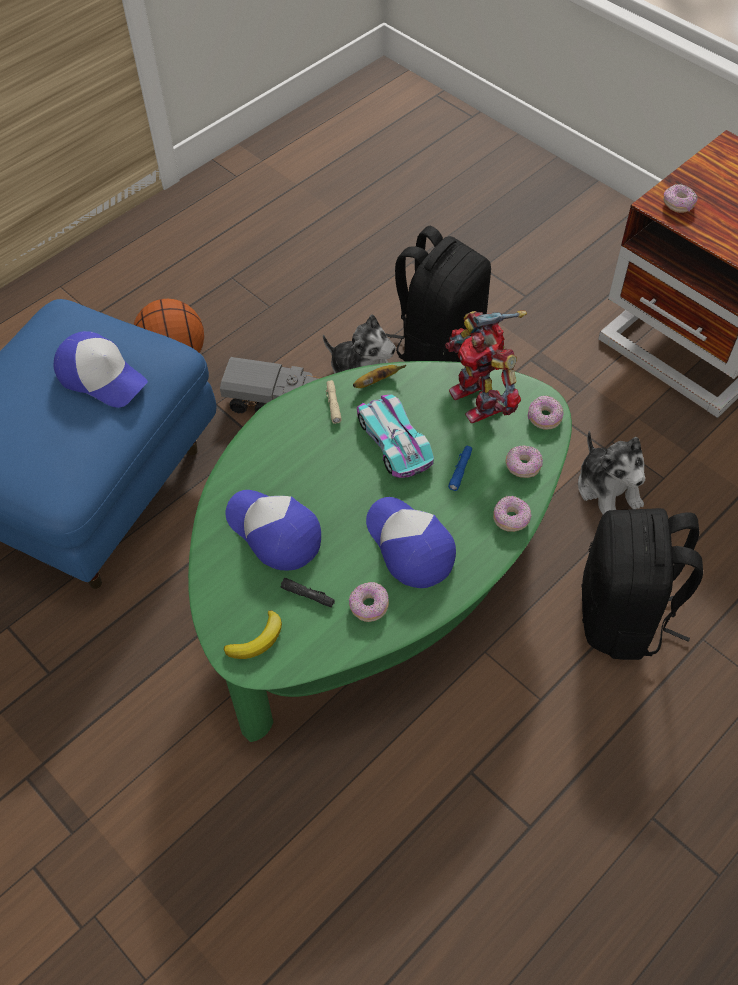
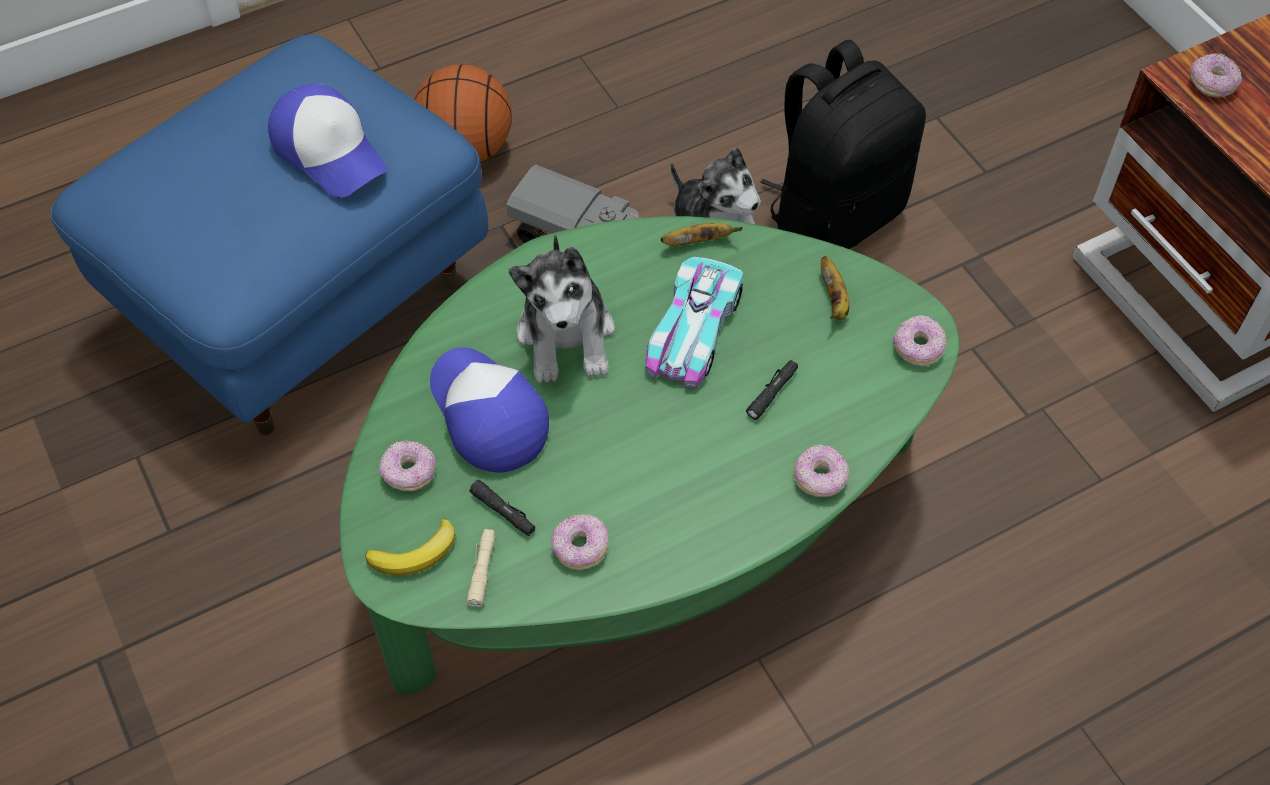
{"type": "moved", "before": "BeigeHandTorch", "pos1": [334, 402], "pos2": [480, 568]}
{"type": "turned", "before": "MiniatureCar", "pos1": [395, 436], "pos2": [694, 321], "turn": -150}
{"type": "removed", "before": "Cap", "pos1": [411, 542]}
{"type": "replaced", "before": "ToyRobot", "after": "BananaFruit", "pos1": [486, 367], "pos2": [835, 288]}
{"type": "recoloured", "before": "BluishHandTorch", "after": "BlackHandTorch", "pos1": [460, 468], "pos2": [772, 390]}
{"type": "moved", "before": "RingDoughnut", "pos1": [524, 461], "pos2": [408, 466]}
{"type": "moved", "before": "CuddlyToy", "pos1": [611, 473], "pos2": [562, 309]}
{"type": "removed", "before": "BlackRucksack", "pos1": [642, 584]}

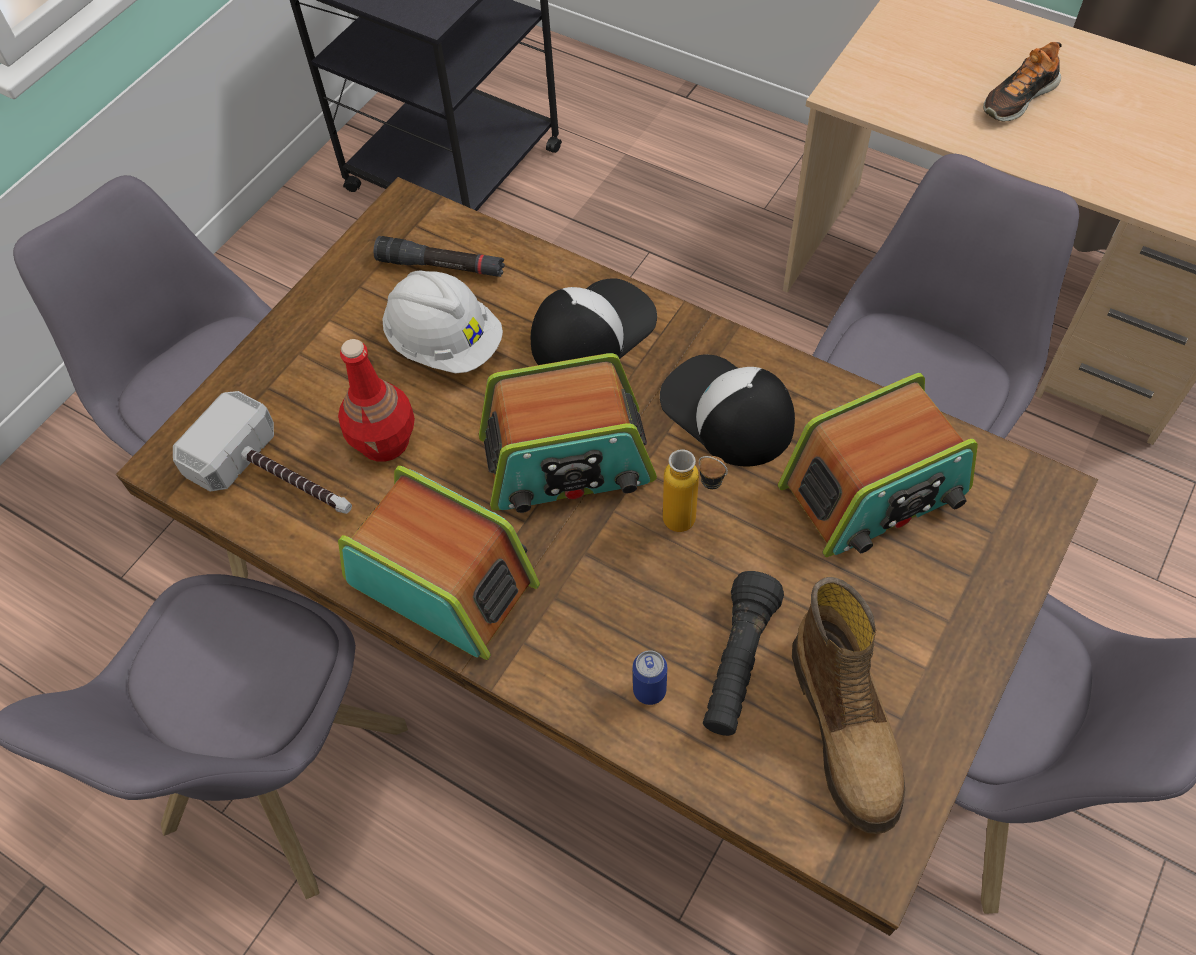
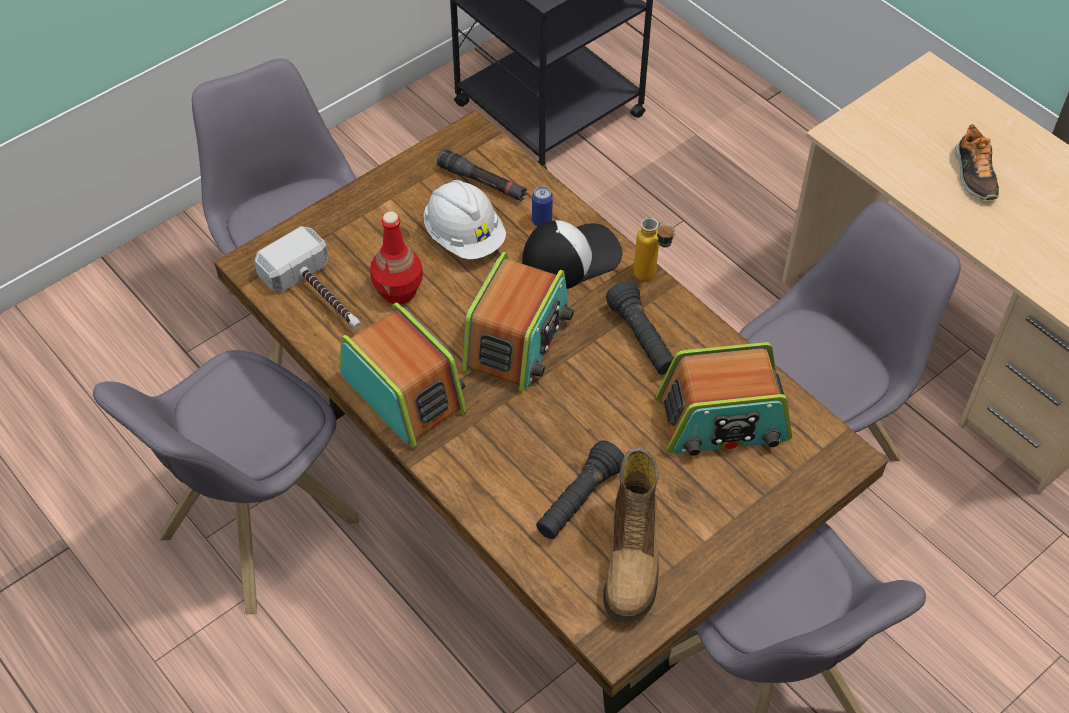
{"type": "turned", "before": "RadioReceiver", "pos1": [568, 433], "pos2": [518, 322], "turn": -75}
{"type": "moved", "before": "SealedCan", "pos1": [649, 677], "pos2": [542, 206]}
{"type": "replaced", "before": "Cap", "after": "BlackHandTorch", "pos1": [727, 410], "pos2": [640, 328]}
{"type": "moved", "before": "BeverageBottle", "pos1": [695, 490], "pos2": [654, 249]}
{"type": "turned", "before": "ItemOfFootwear", "pos1": [1022, 82], "pos2": [977, 162], "turn": -75}

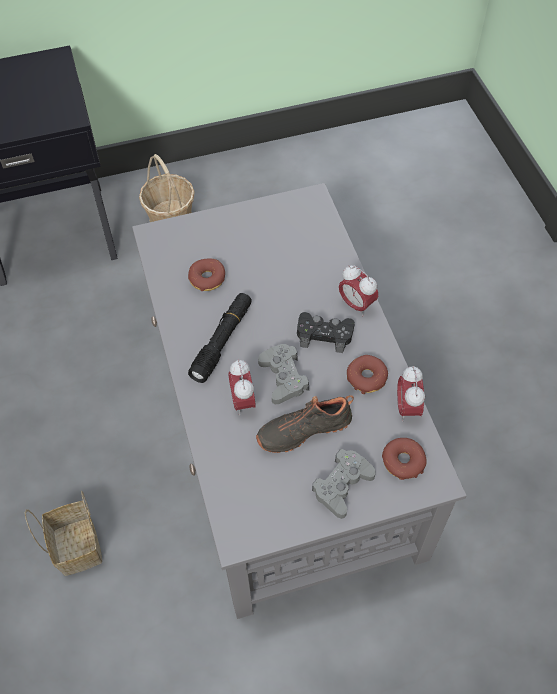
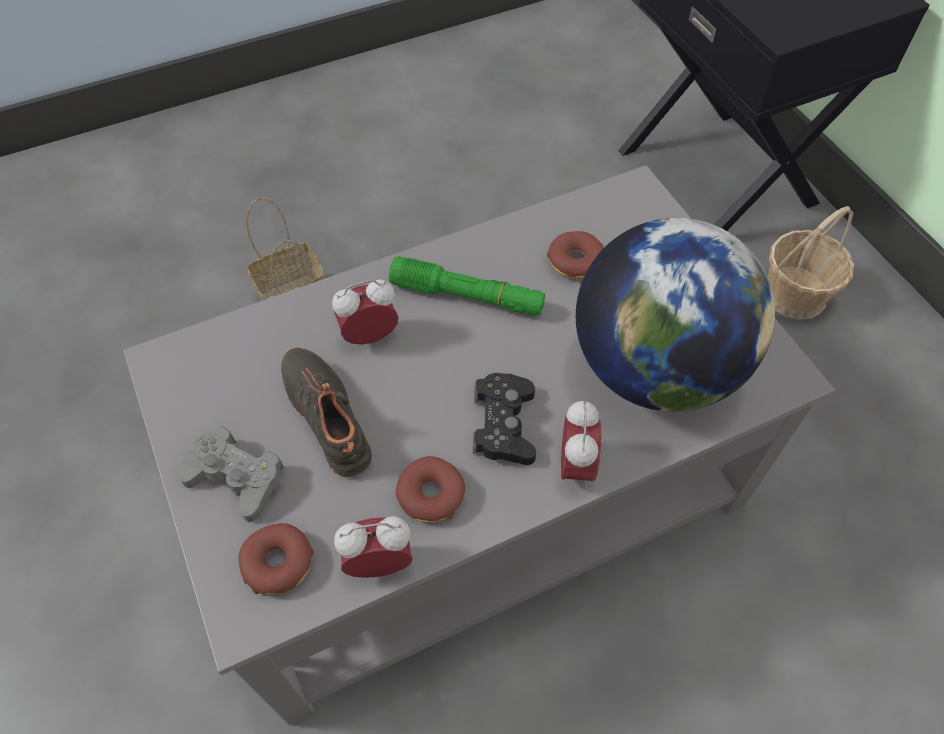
{"type": "recoloured", "before": "BlackHandTorch", "after": "GreenHandTorch", "pos1": [220, 338], "pos2": [467, 286]}
{"type": "removed", "before": "GrayGameController", "pos1": [283, 374]}
{"type": "turned", "before": "BedsideClock", "pos1": [358, 290], "pos2": [581, 444], "turn": 150}
{"type": "added", "after": "Globe", "pos2": [675, 315]}

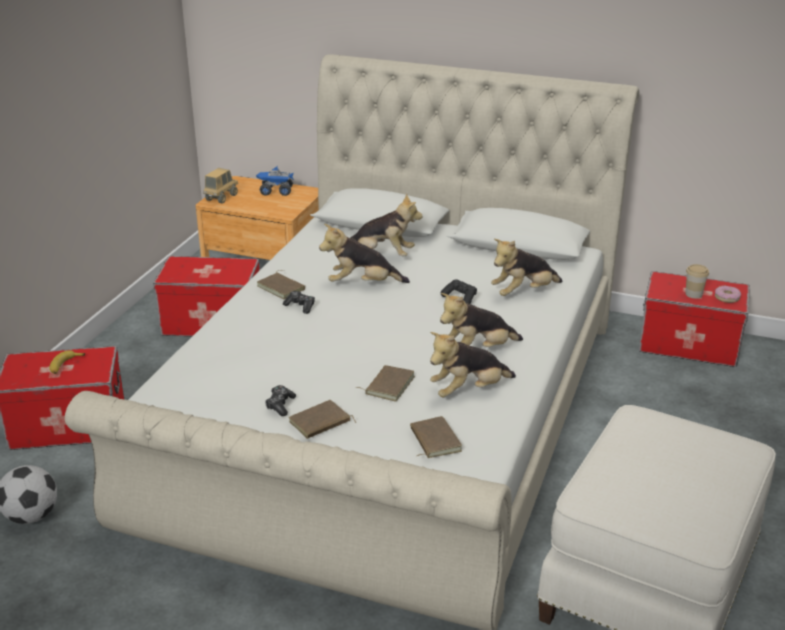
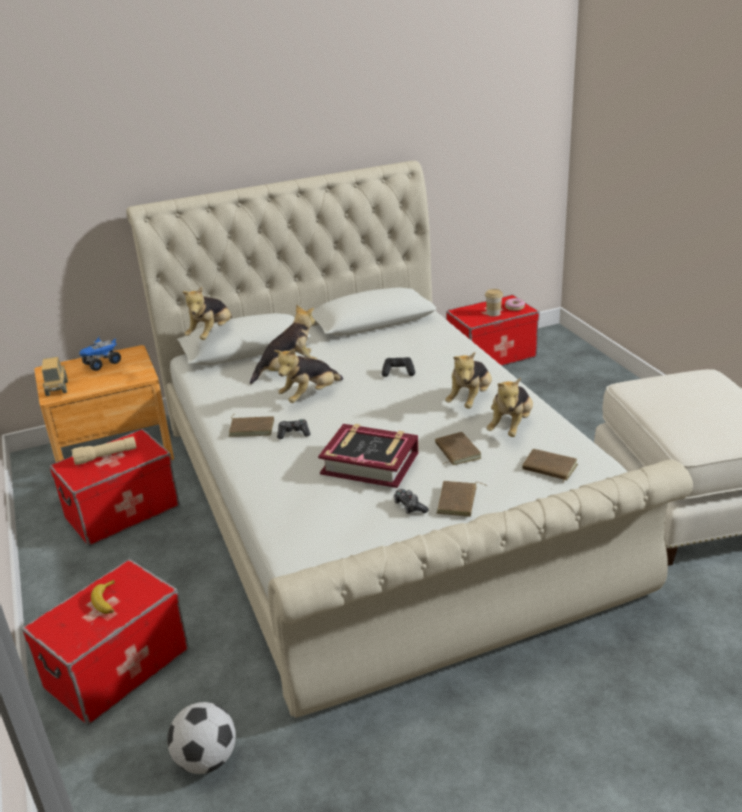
{"type": "moved", "before": "CuddlyToy", "pos1": [527, 267], "pos2": [207, 313]}
{"type": "added", "after": "BeigeHandTorch", "pos2": [103, 451]}
{"type": "added", "after": "Book", "pos2": [368, 456]}

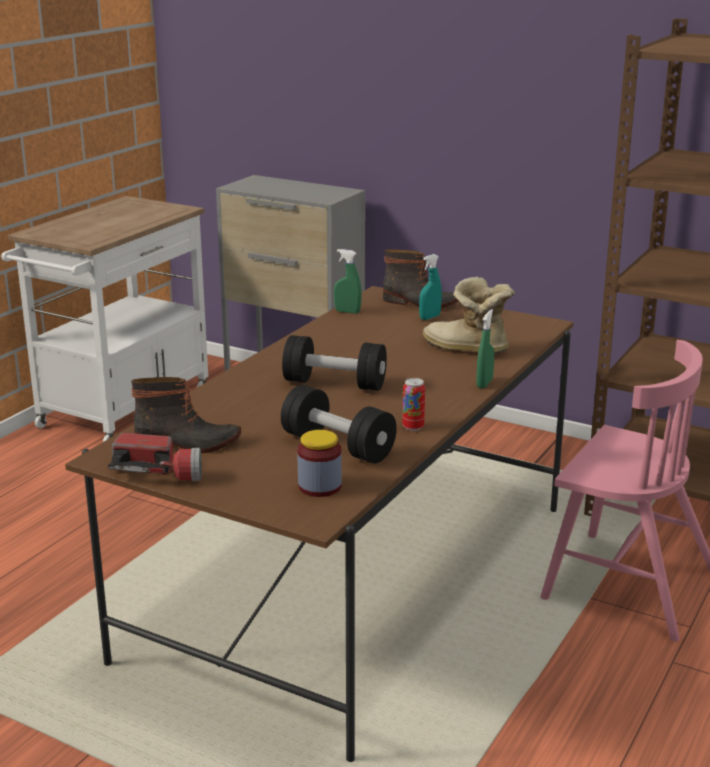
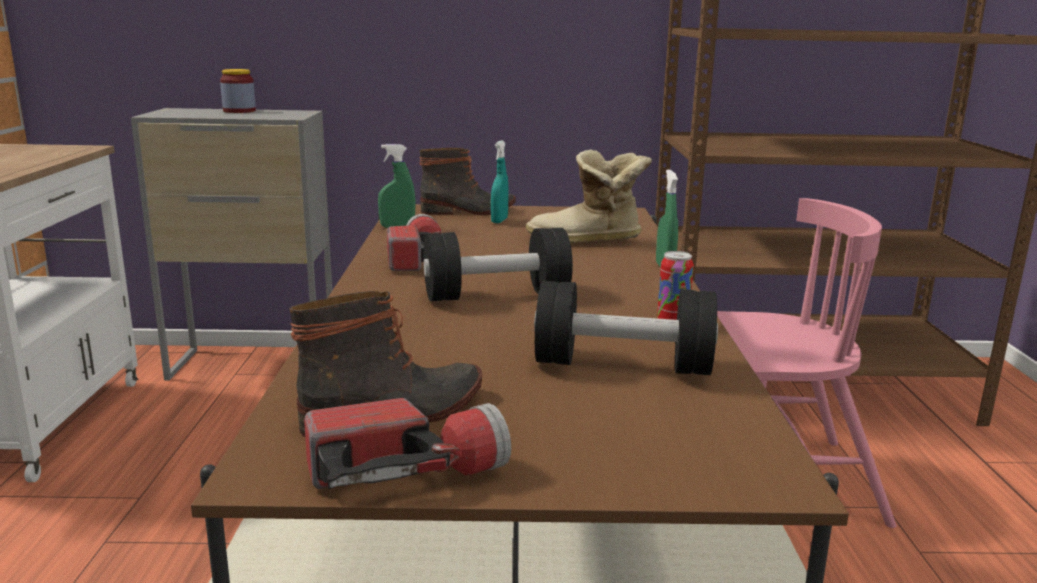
{"type": "moved", "before": "StorageJar", "pos1": [319, 463], "pos2": [238, 91]}
{"type": "added", "after": "HandTorch", "pos2": [414, 242]}

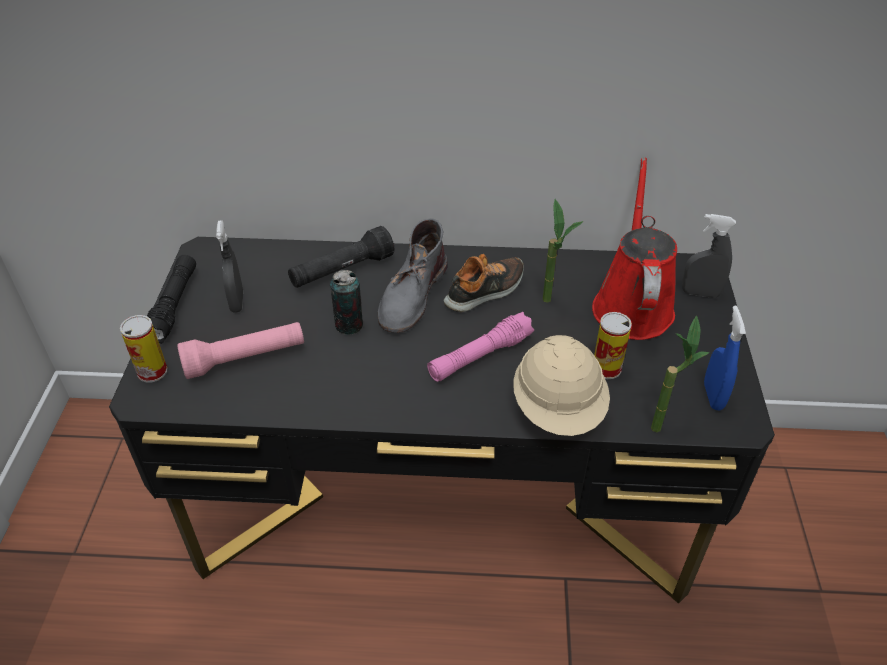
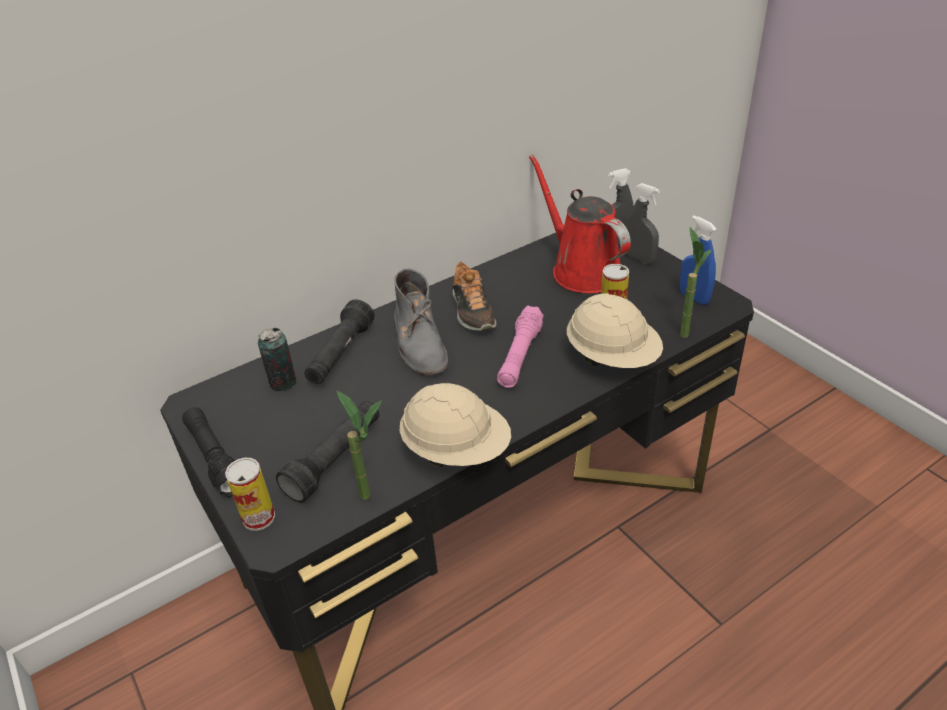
{"type": "recoloured", "before": "PinkColouredHandTorch", "after": "BlackHandTorch", "pos1": [240, 350], "pos2": [327, 452]}
{"type": "moved", "before": "GrayHandSprayer", "pos1": [229, 266], "pos2": [643, 223]}
{"type": "moved", "before": "SealedCan", "pos1": [346, 302], "pos2": [277, 359]}
{"type": "turned", "before": "ItemOfFootwear", "pos1": [484, 283], "pos2": [474, 296], "turn": 150}
{"type": "moved", "before": "PottedPlant", "pos1": [563, 251], "pos2": [359, 445]}
{"type": "added", "after": "BeigeSafetyHelmet", "pos2": [455, 425]}

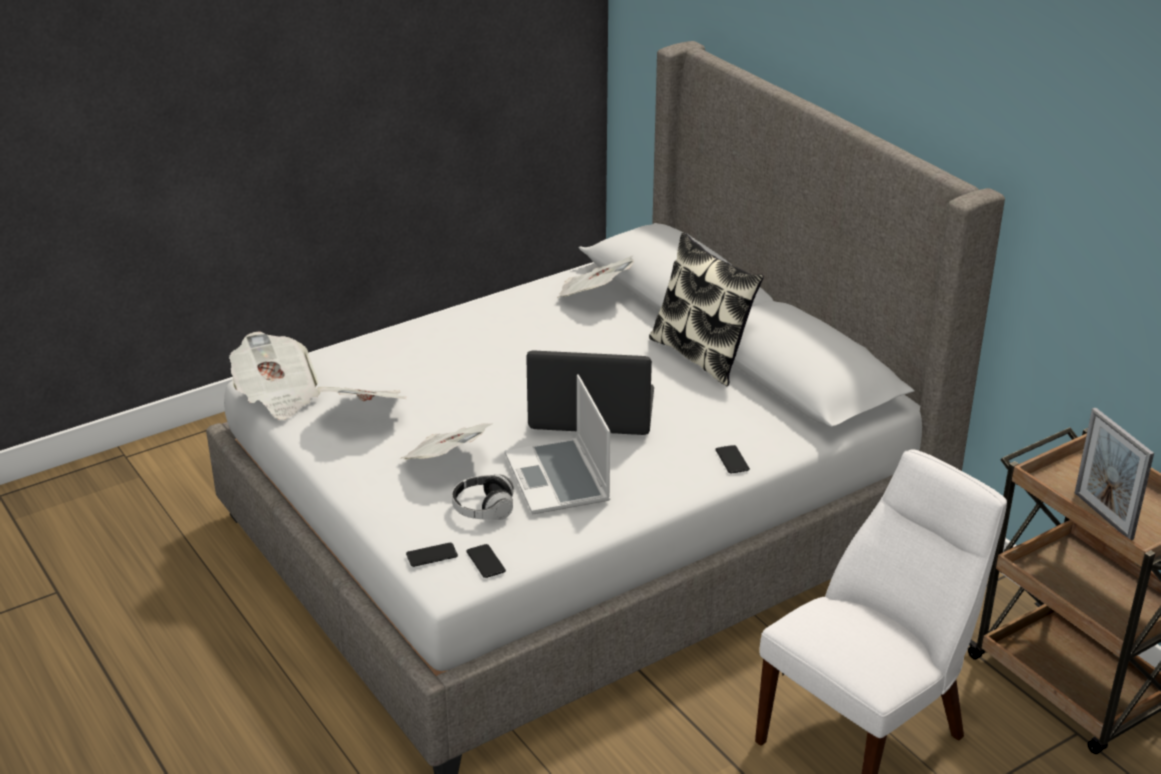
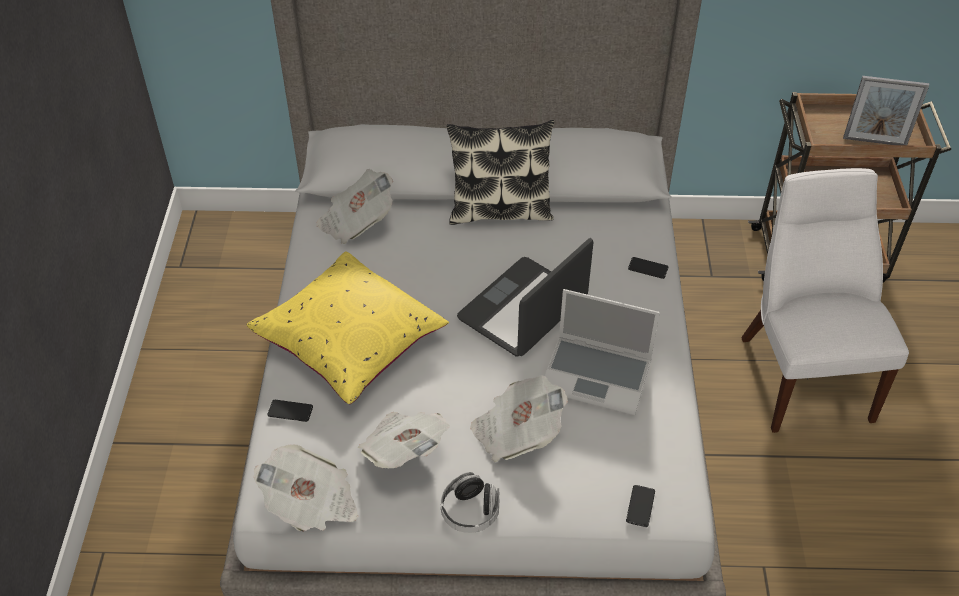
{"type": "moved", "before": "Headset", "pos1": [483, 497], "pos2": [470, 502]}
{"type": "moved", "before": "Handset", "pos1": [486, 561], "pos2": [290, 411]}
{"type": "added", "after": "YellowCushion", "pos2": [347, 327]}

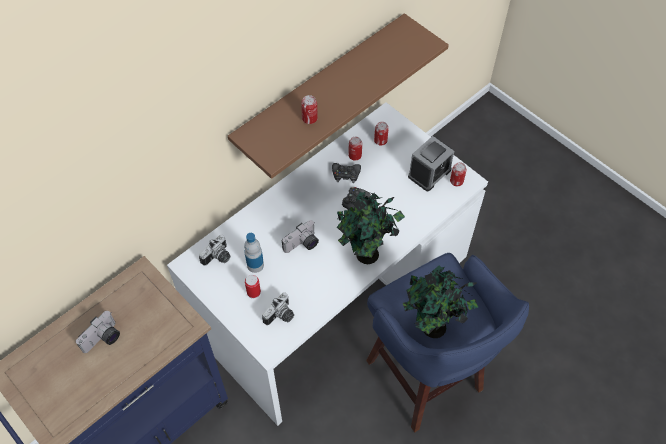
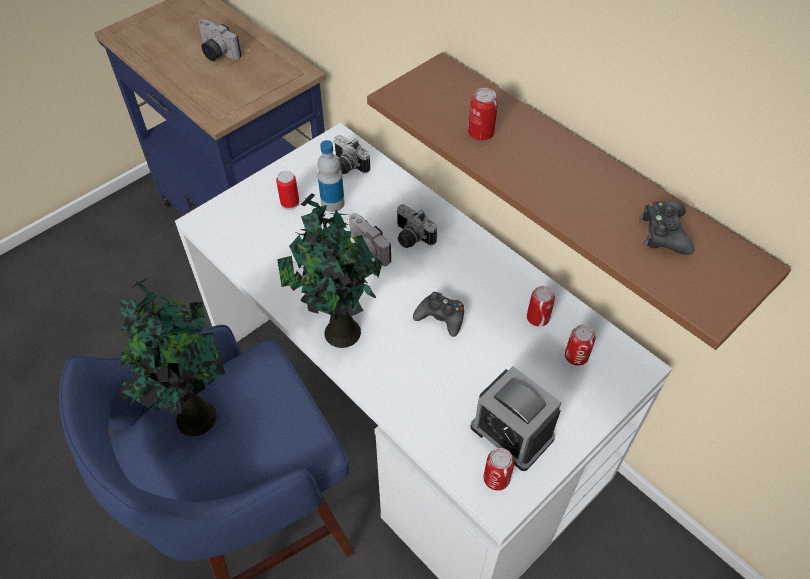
{"type": "moved", "before": "StillCamera", "pos1": [278, 308], "pos2": [416, 226]}
{"type": "moved", "before": "BlackGameController", "pos1": [346, 173], "pos2": [666, 228]}

